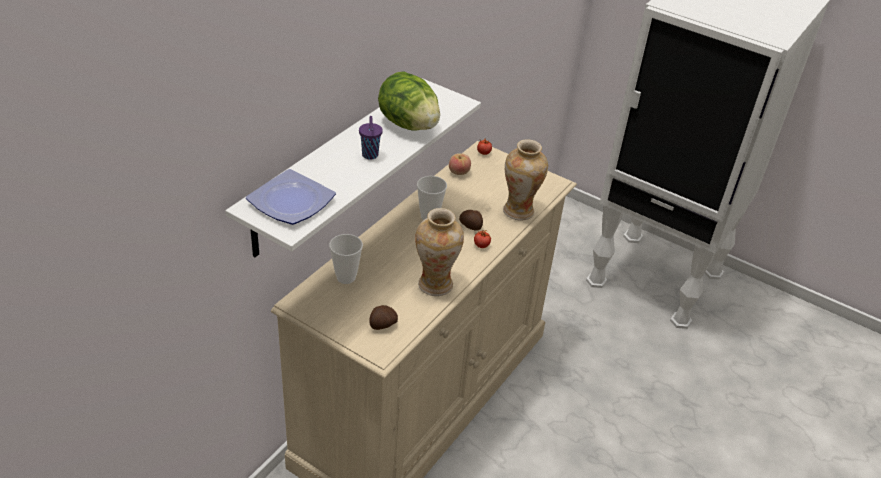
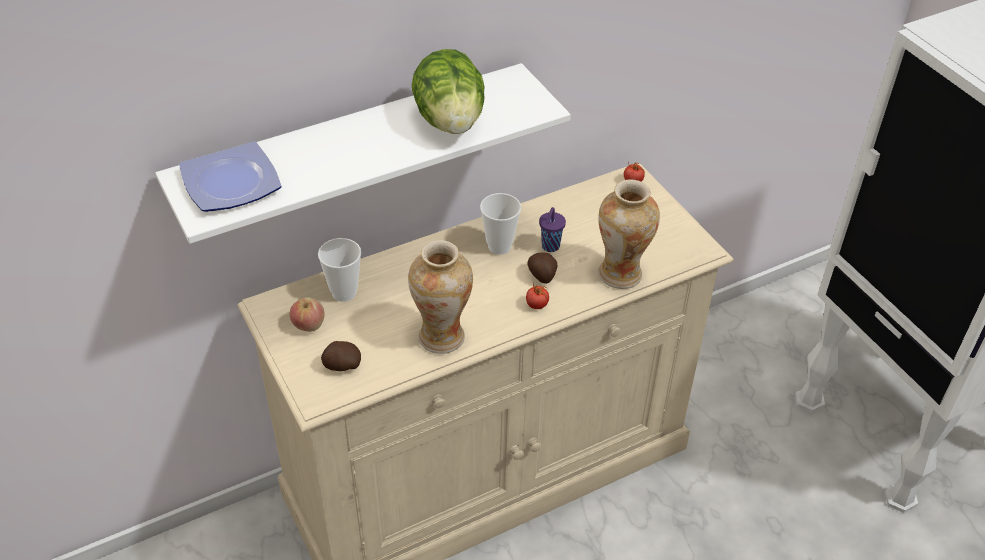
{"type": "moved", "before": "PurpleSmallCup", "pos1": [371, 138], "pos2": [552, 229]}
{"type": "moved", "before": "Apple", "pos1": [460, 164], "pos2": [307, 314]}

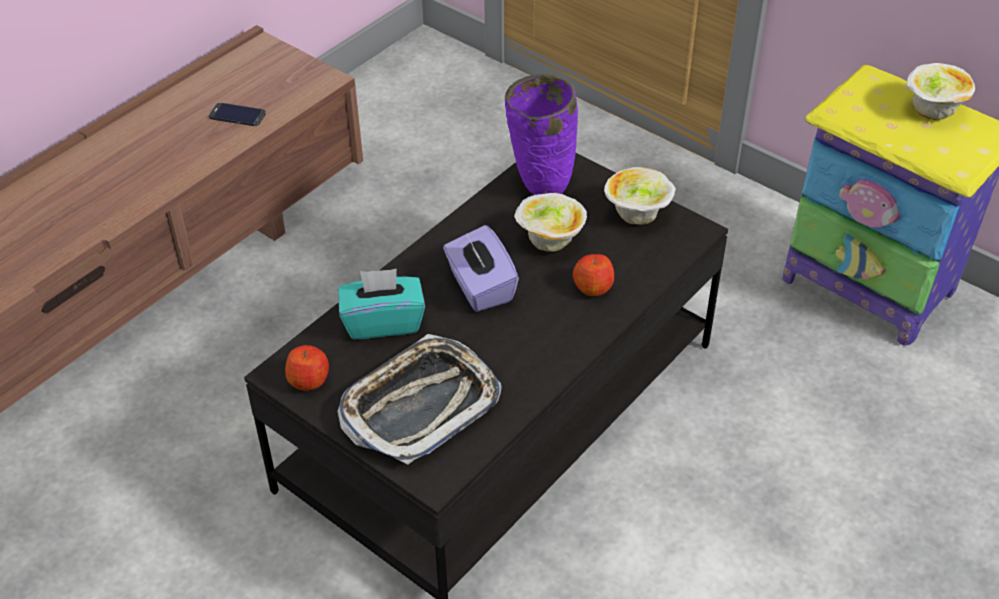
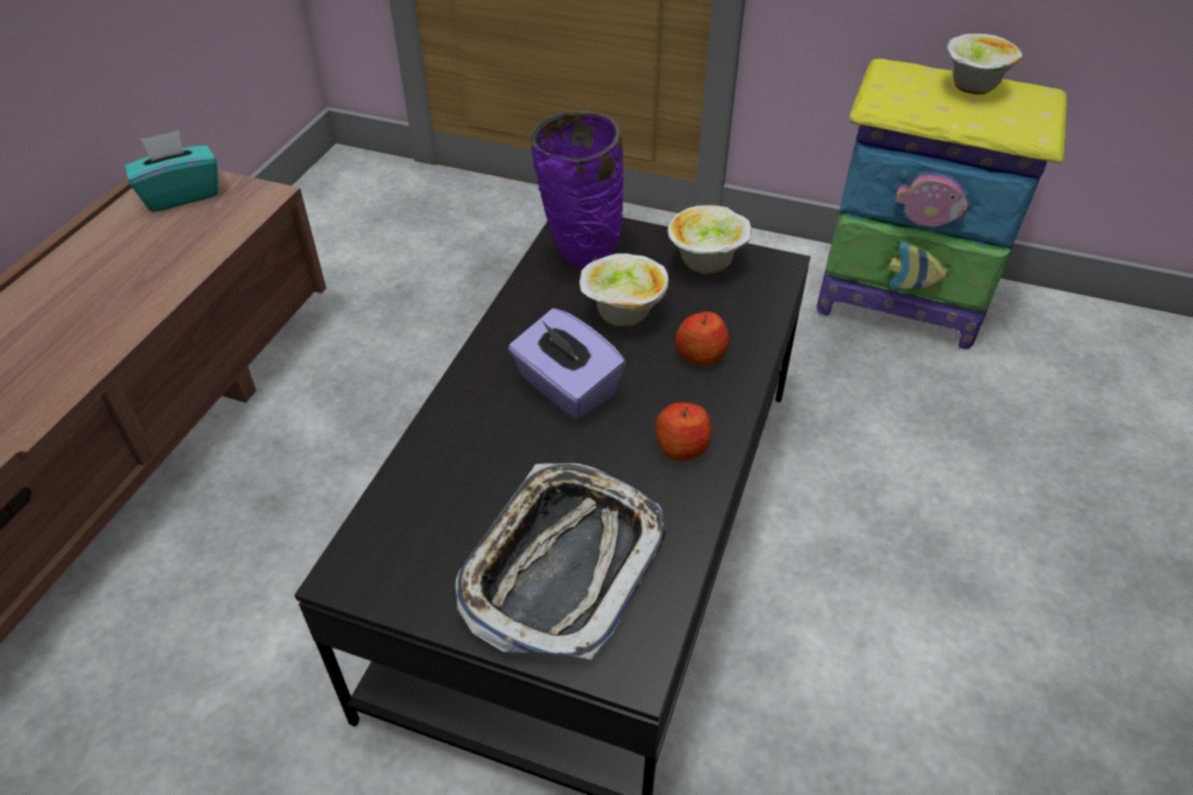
{"type": "removed", "before": "Handset", "pos1": [237, 114]}
{"type": "moved", "before": "Apple", "pos1": [307, 367], "pos2": [683, 431]}
{"type": "moved", "before": "TurquoiseBoxOfTissues", "pos1": [381, 304], "pos2": [171, 171]}

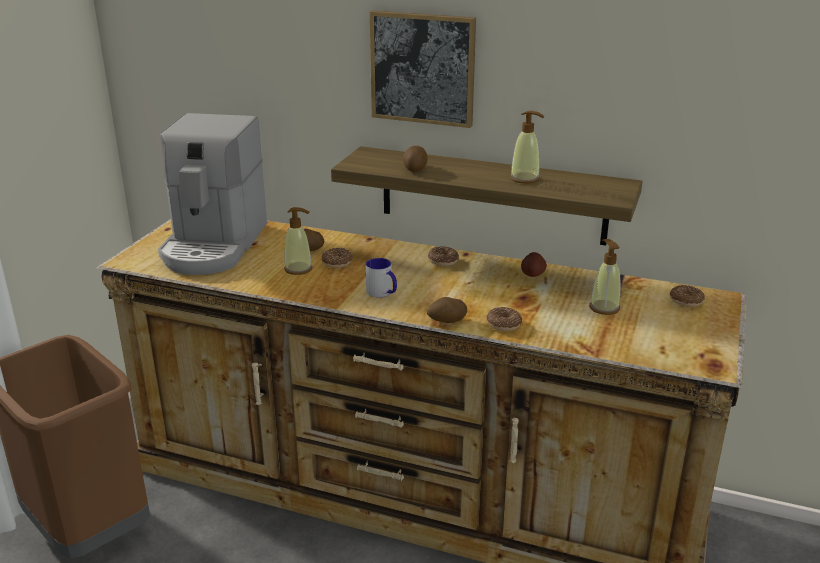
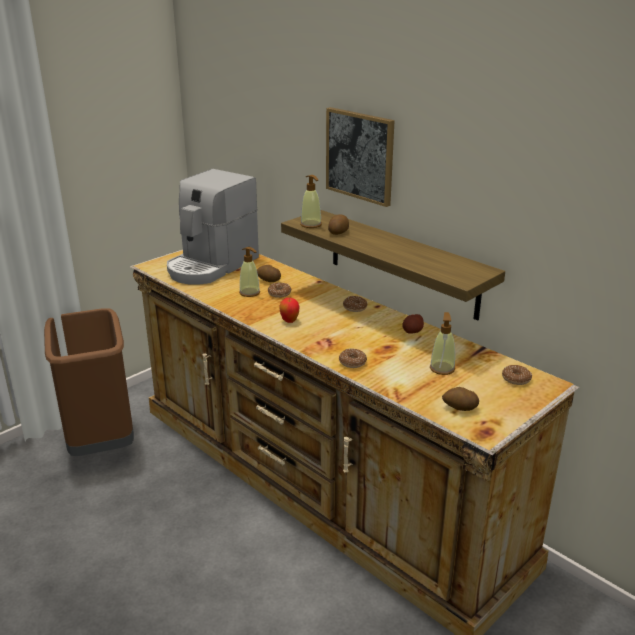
{"type": "replaced", "before": "CoffeeMug", "after": "Apple", "pos1": [381, 277], "pos2": [289, 310]}
{"type": "moved", "before": "Potato", "pos1": [447, 310], "pos2": [460, 399]}
{"type": "moved", "before": "SoapDispenser", "pos1": [527, 147], "pos2": [311, 201]}

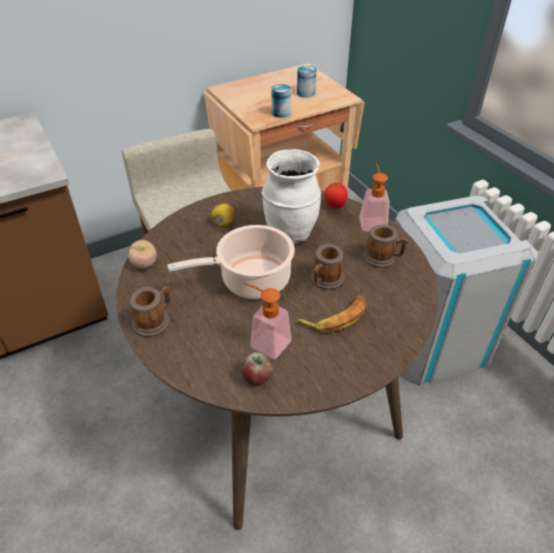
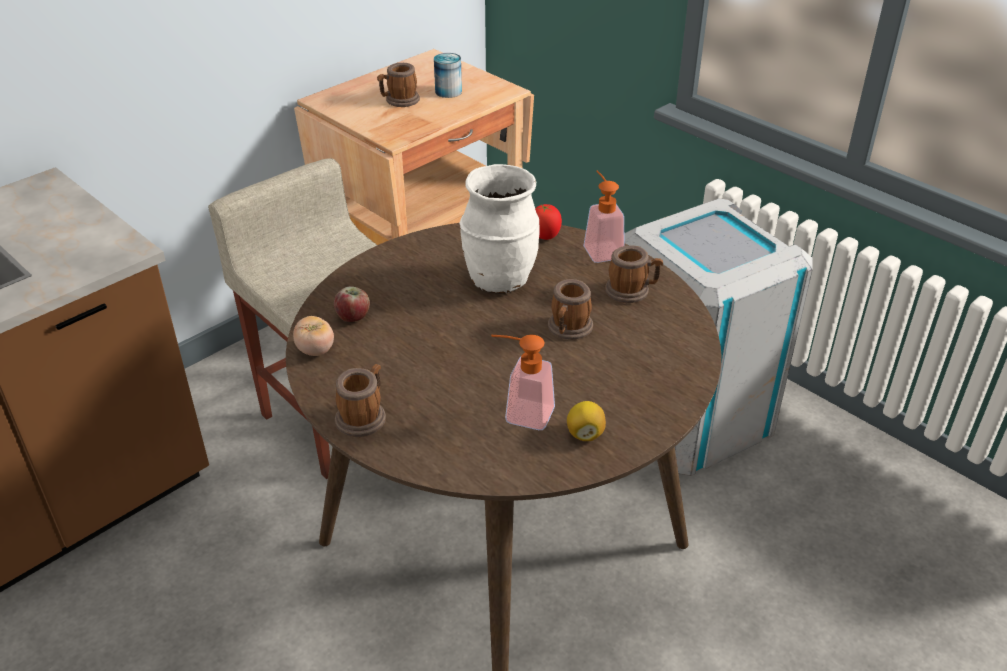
{"type": "removed", "before": "Stockpot", "pos1": [231, 262]}
{"type": "moved", "before": "CitrusFruit", "pos1": [223, 215], "pos2": [586, 421]}
{"type": "moved", "before": "Apple", "pos1": [257, 368], "pos2": [352, 304]}
{"type": "removed", "before": "SealedCan", "pos1": [281, 101]}
{"type": "removed", "before": "BananaFruit", "pos1": [332, 313]}
{"type": "added", "after": "CoffeeMug", "pos2": [398, 85]}

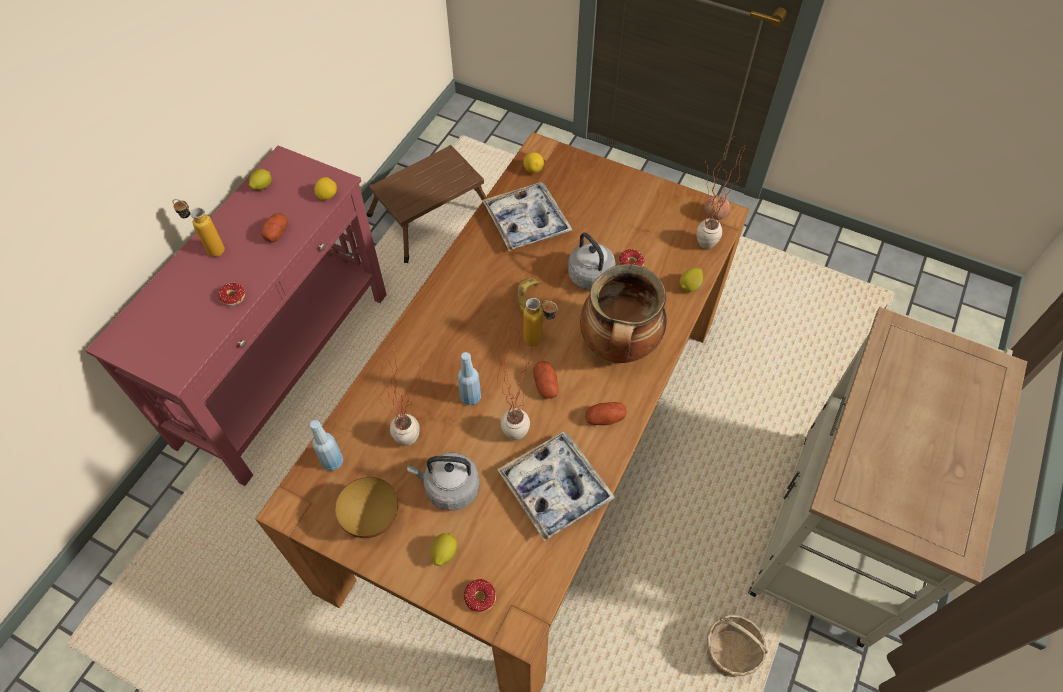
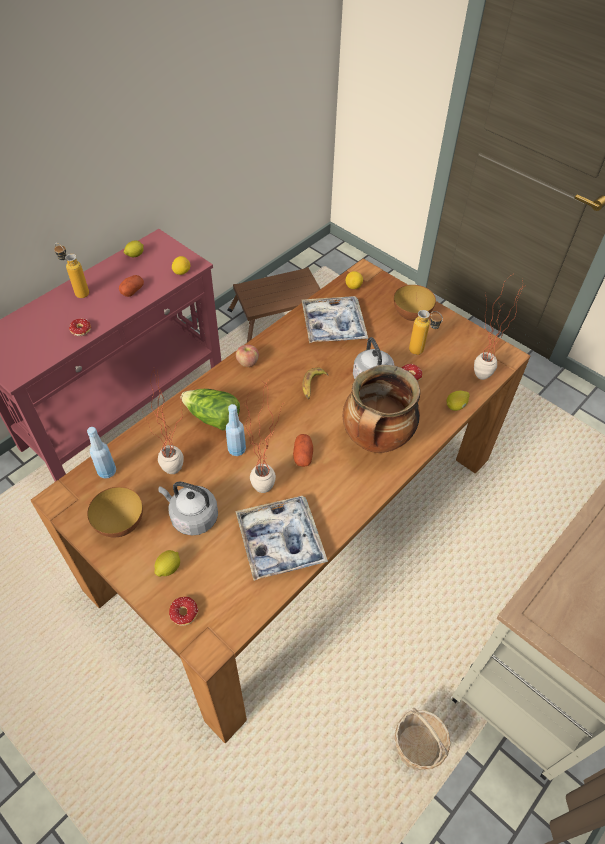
{"type": "moved", "before": "BeverageBottle", "pos1": [540, 322], "pos2": [426, 332]}
{"type": "removed", "before": "Potato", "pos1": [606, 413]}
{"type": "moved", "before": "Apple", "pos1": [717, 207], "pos2": [247, 356]}
{"type": "added", "after": "Lettuce", "pos2": [210, 410]}
{"type": "added", "after": "Bowl", "pos2": [415, 303]}

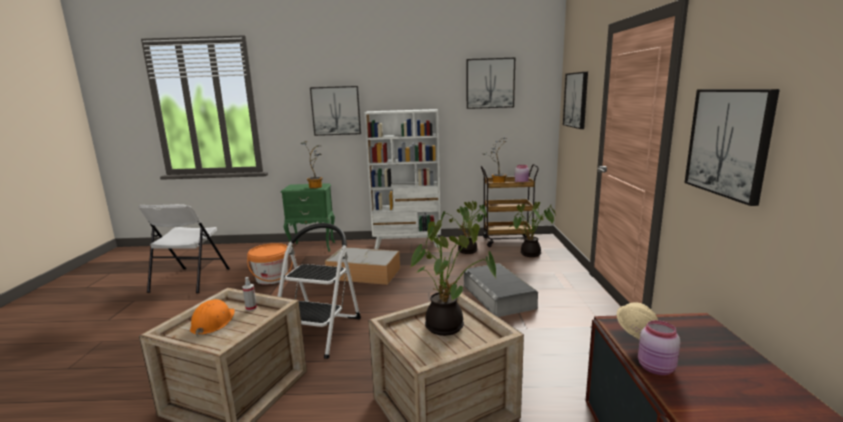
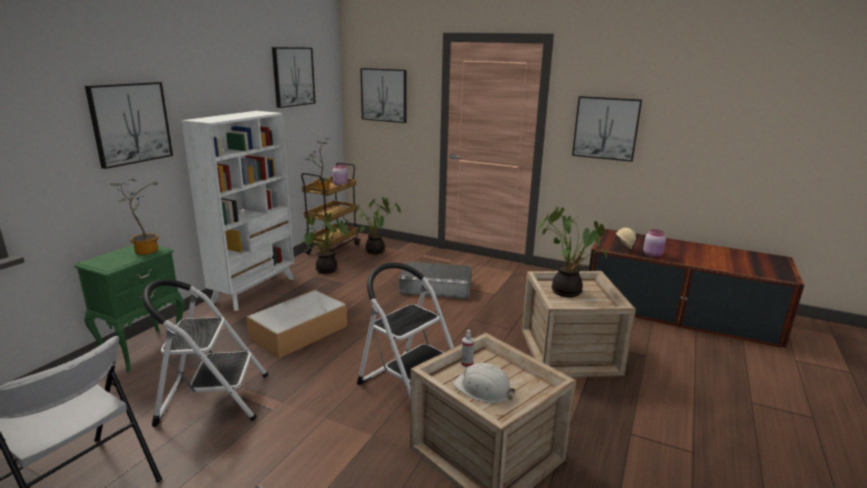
{"type": "recoloured", "before": "OrangeSafetyHelmet", "after": "WhitishSafetyHelmet", "pos1": [212, 317], "pos2": [484, 383]}
{"type": "replaced", "before": "OrangeBucket", "after": "Stepladder", "pos1": [270, 264], "pos2": [206, 353]}

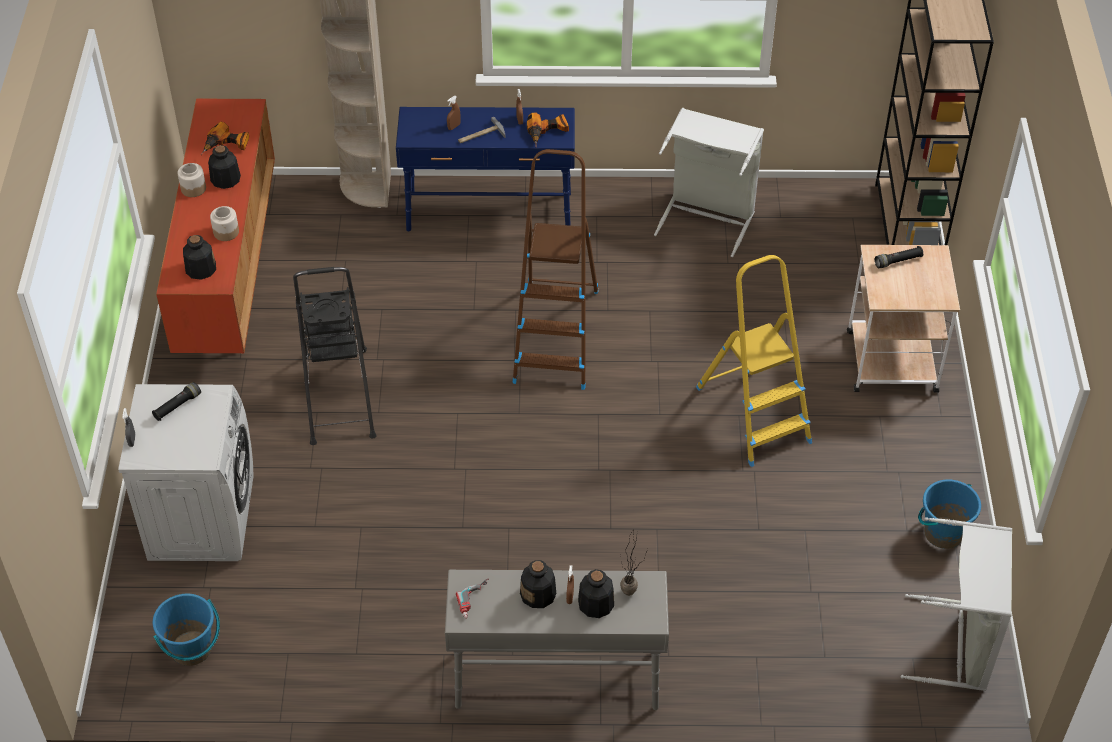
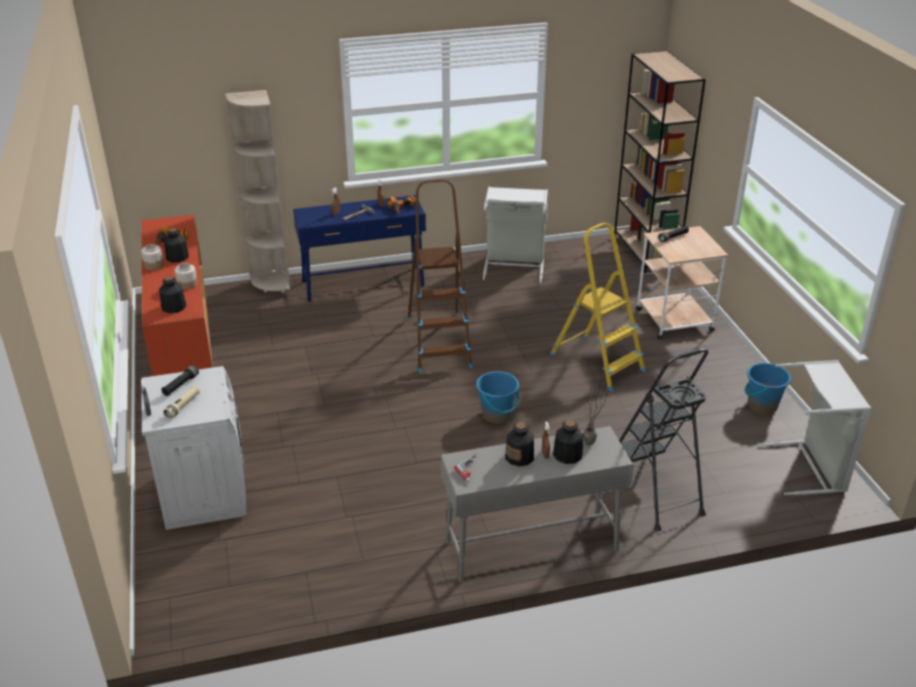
{"type": "moved", "before": "BluishBucket", "pos1": [186, 630], "pos2": [497, 397]}
{"type": "moved", "before": "Stepladder", "pos1": [335, 356], "pos2": [663, 440]}
{"type": "added", "after": "BeigeHandTorch", "pos2": [181, 402]}

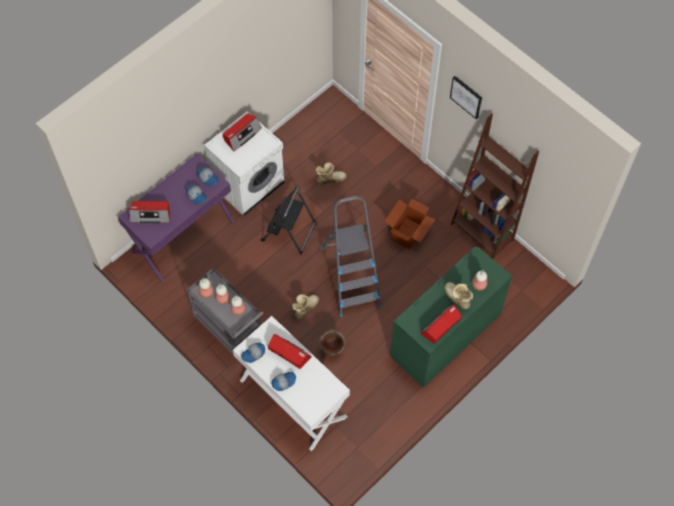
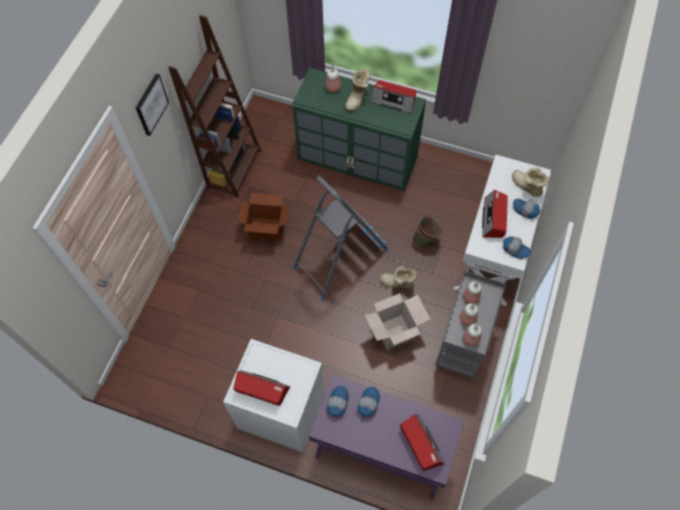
{"type": "removed", "before": "BlackStepladder", "pos1": [288, 220]}
{"type": "moved", "before": "Boot", "pos1": [331, 173], "pos2": [530, 182]}
{"type": "added", "after": "Carton", "pos2": [398, 321]}

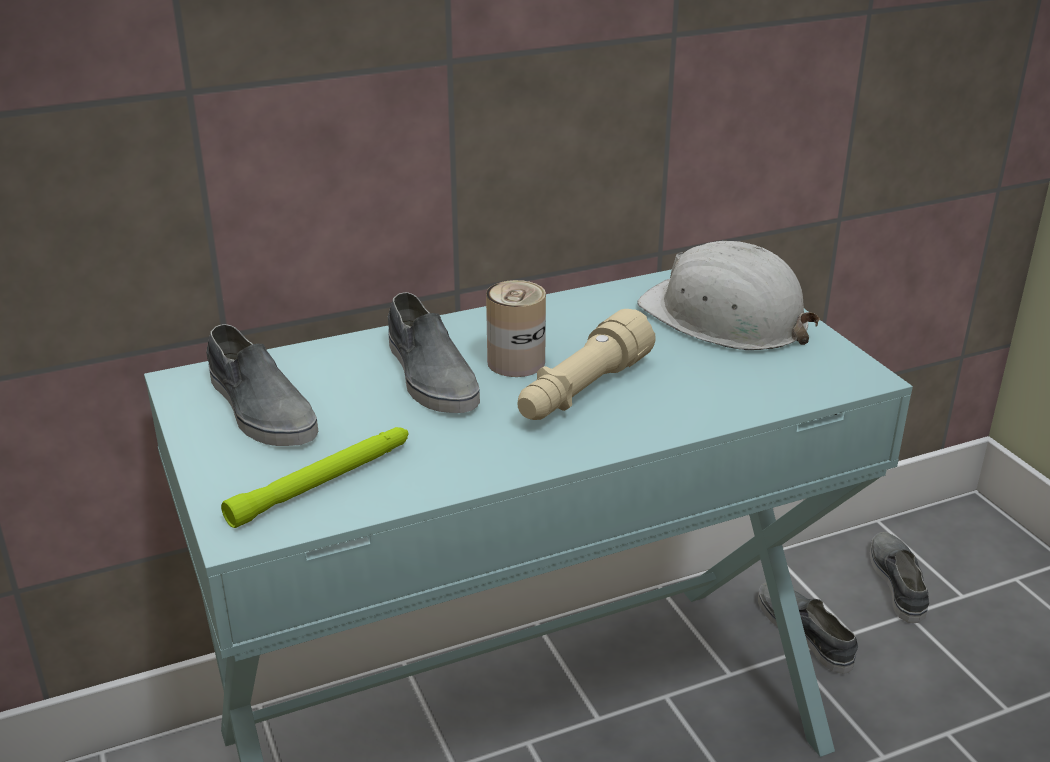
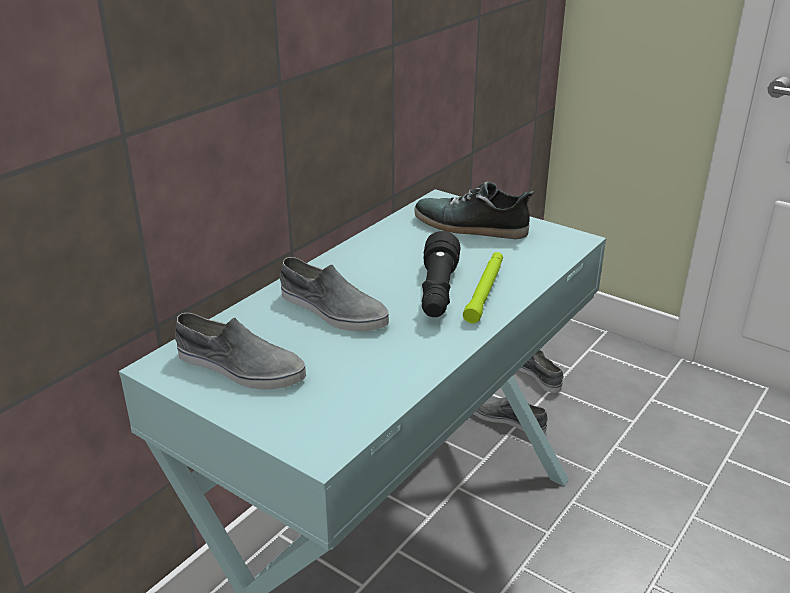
{"type": "moved", "before": "GreenHandTorch", "pos1": [315, 477], "pos2": [483, 288]}
{"type": "removed", "before": "SealedCan", "pos1": [516, 328]}
{"type": "recoloured", "before": "BeigeHandTorch", "after": "BlackHandTorch", "pos1": [587, 364], "pos2": [441, 274]}
{"type": "replaced", "before": "WhitishSafetyHelmet", "after": "ItemOfFootwear", "pos1": [728, 295], "pos2": [474, 210]}

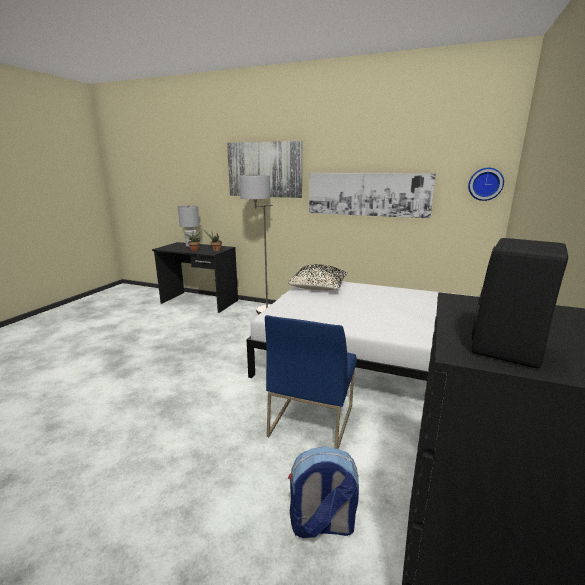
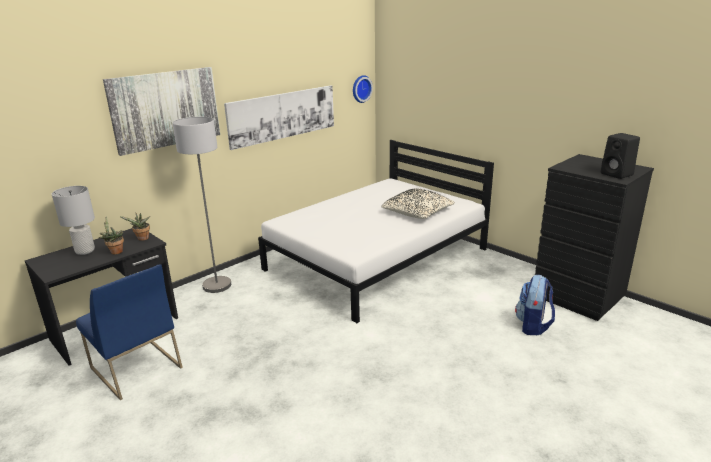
{"type": "moved", "before": "BluishPlainChair", "pos1": [311, 382], "pos2": [129, 332]}
{"type": "moved", "before": "BeigeCushion", "pos1": [317, 277], "pos2": [418, 203]}

